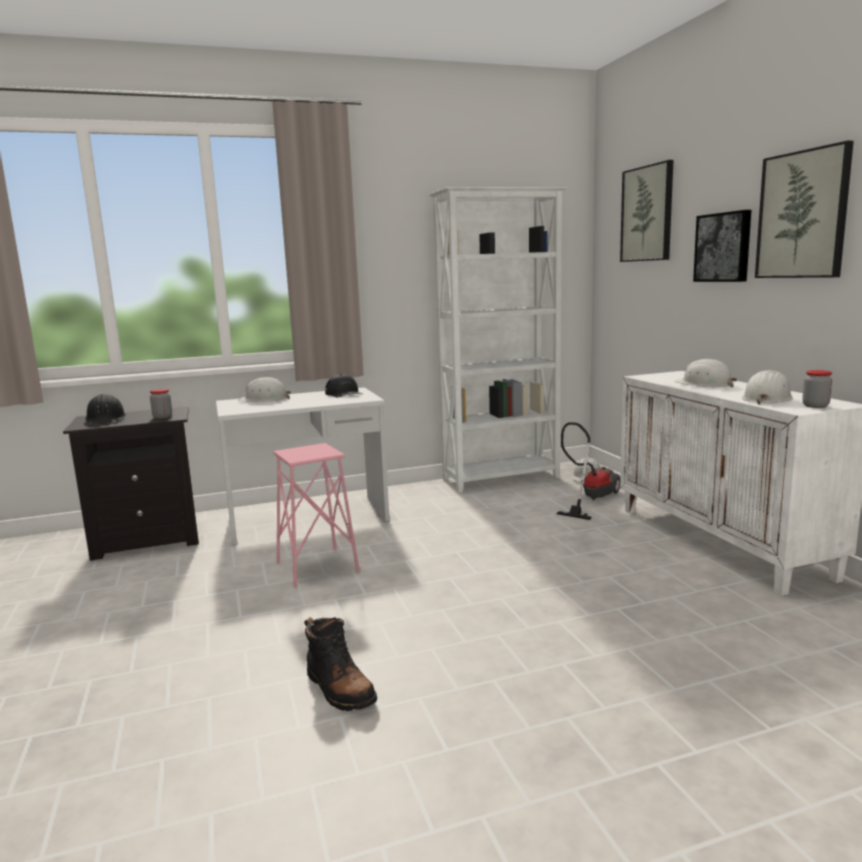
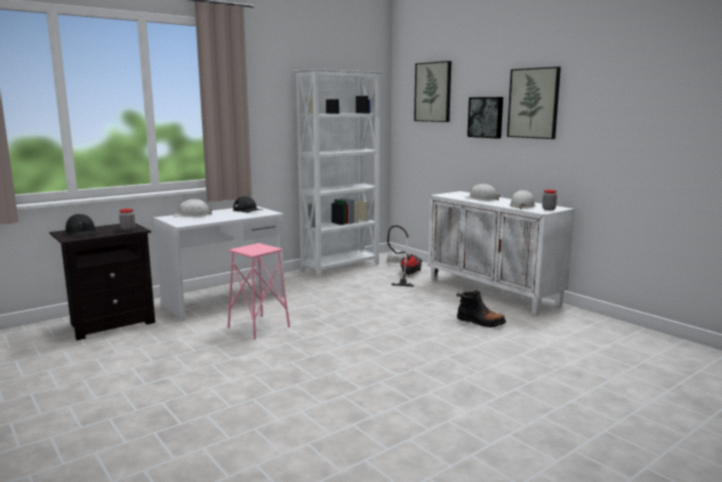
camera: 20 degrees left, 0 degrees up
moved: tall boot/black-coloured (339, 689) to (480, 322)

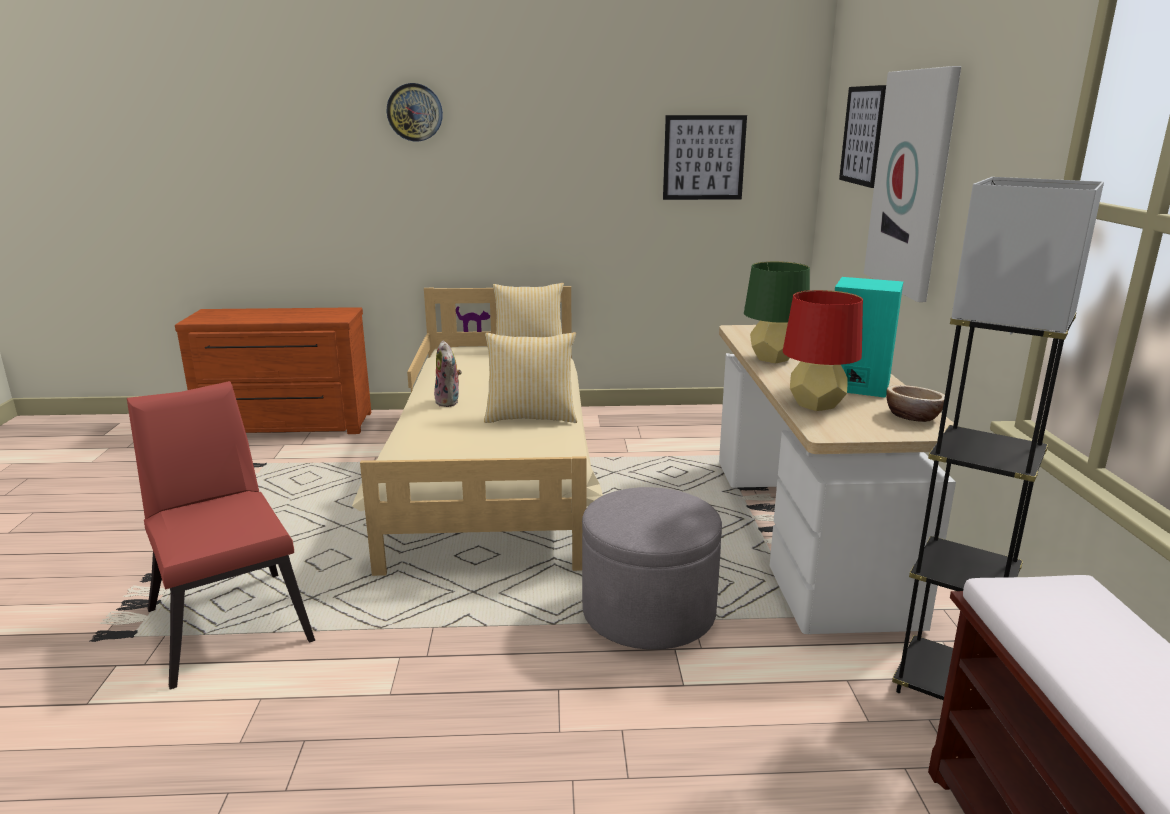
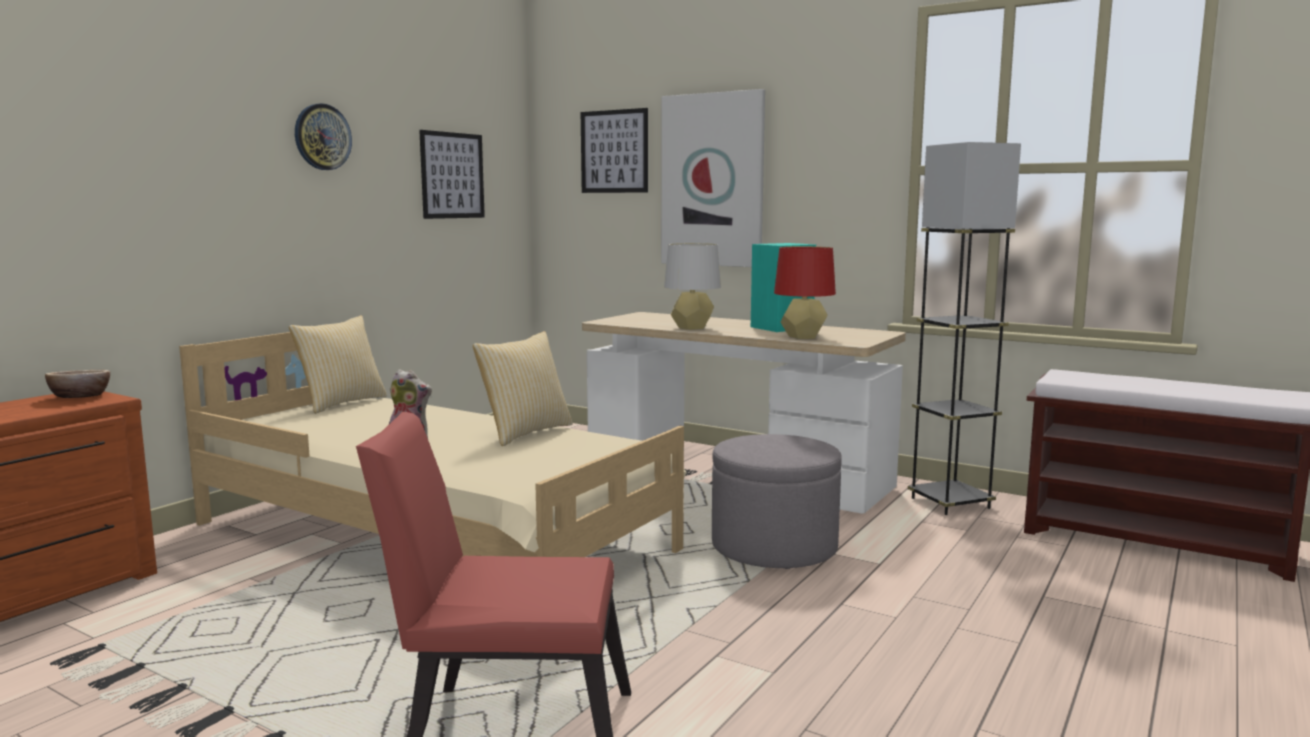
camera: 55 degrees left, 10 degrees down
moved: wall clock (415, 112) to (322, 137); serving bowl (913, 417) to (80, 396)
recoloured: tabletop lamp/green-coloured (772, 359) to tabletop lamp/greyish (692, 328)

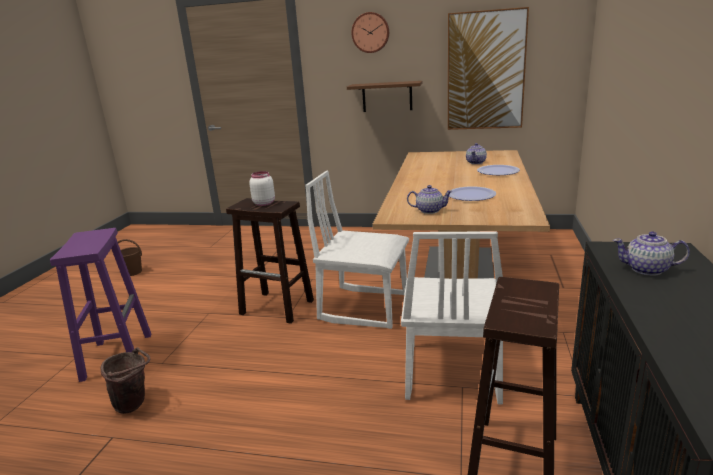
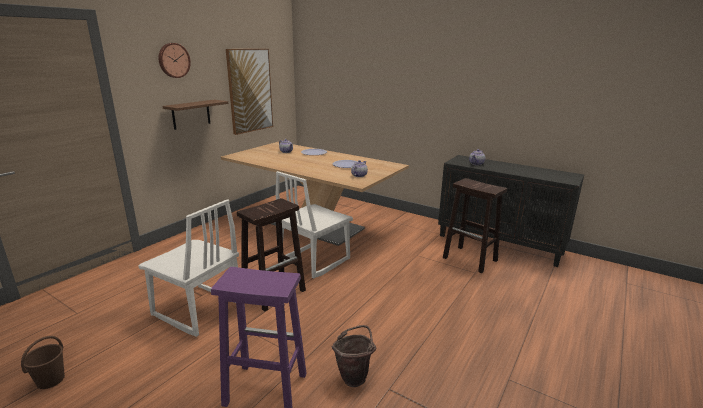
camera: 70 degrees left, 0 degrees up
removed: jar/white-coloured (264, 203)
moved: chair/white-coloured (450, 373) to (198, 310)

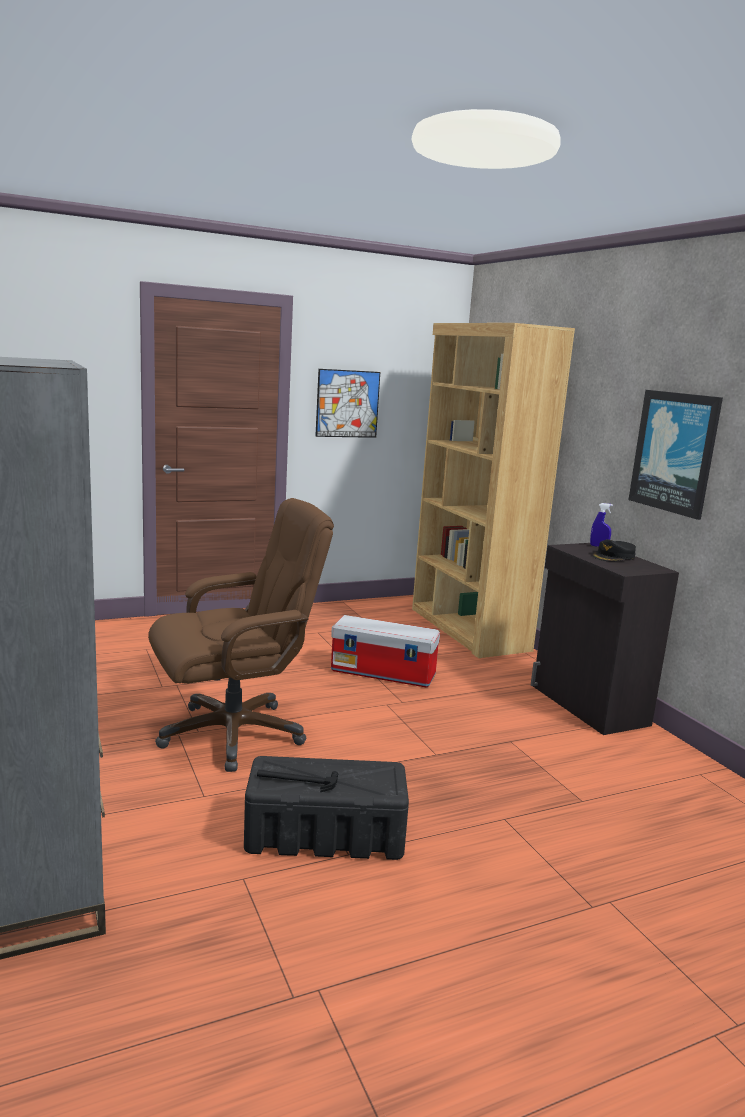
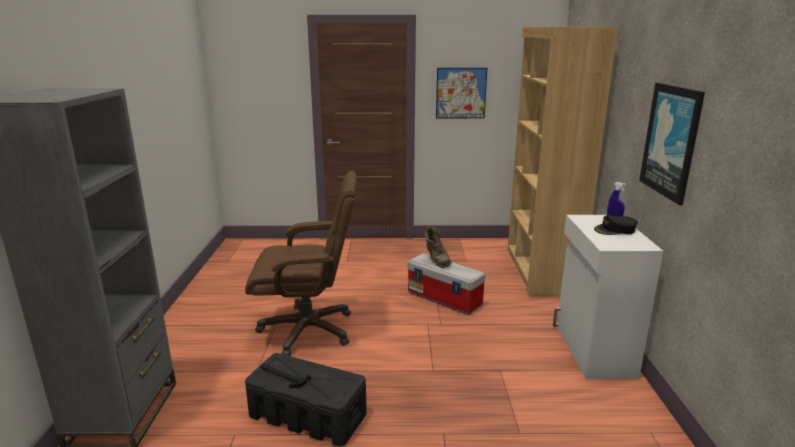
camera: 25 degrees right, 5 degrees up
added: tall boot/brownish (436, 261)
recoloured: cabinet/black-coloured (588, 706) to cabinet/white-coloured (593, 350)

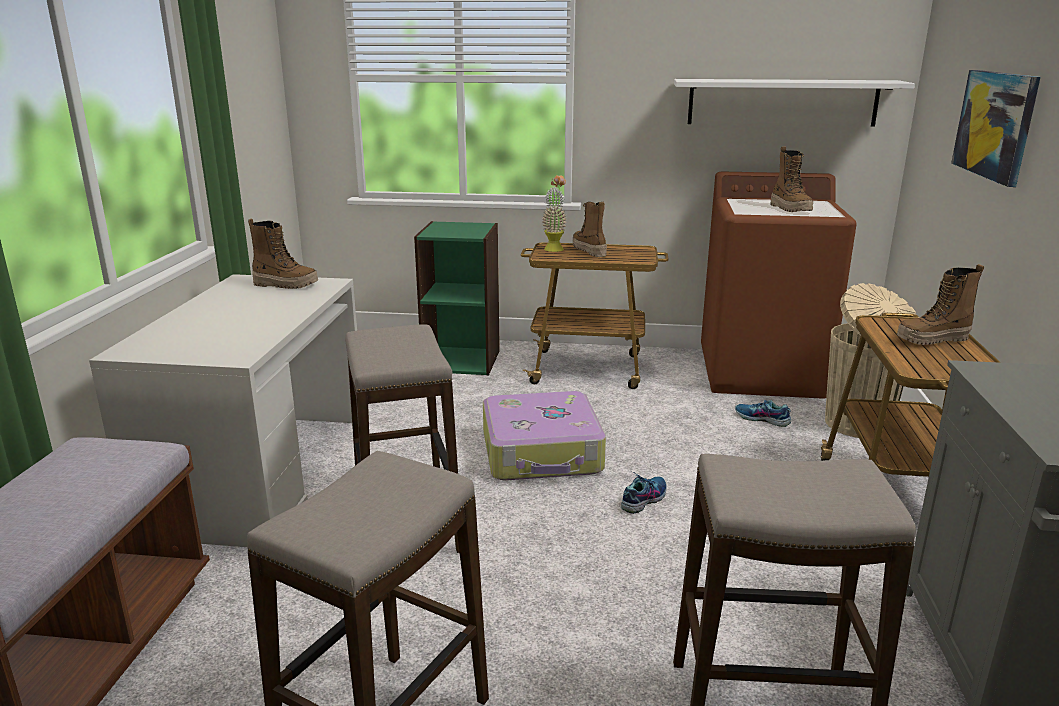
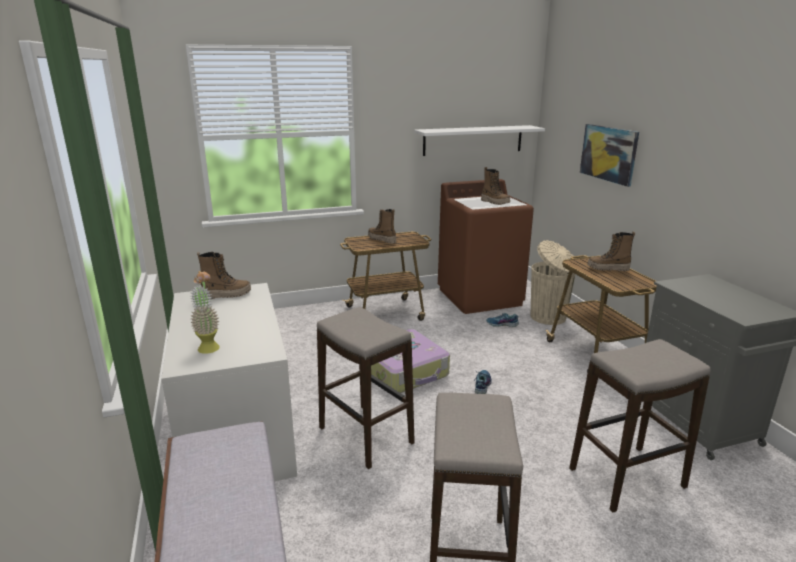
camera: 25 degrees left, 0 degrees up
removed: bookcase/green-coloured (462, 360)
moved: houseplant (554, 248) to (209, 346)
turned: tall boot (932, 340) = (608, 269) 45 degrees clockwise

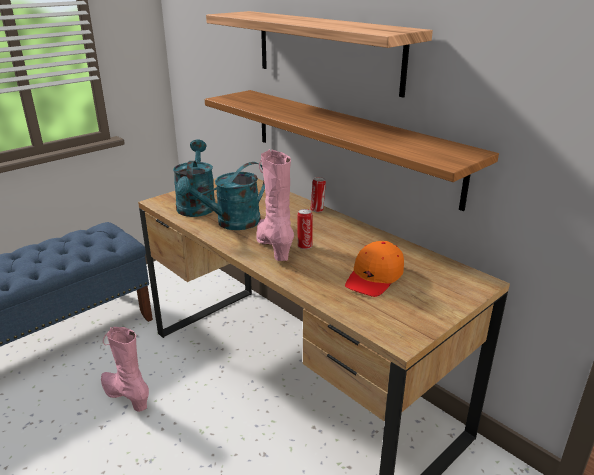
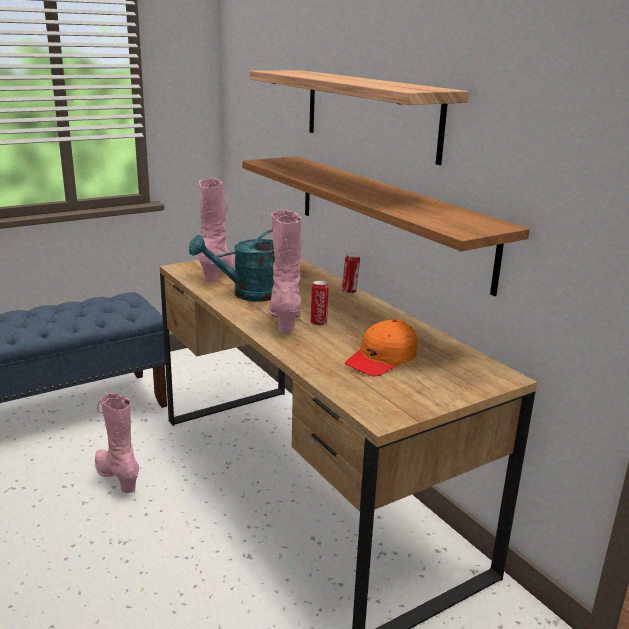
camera: 10 degrees right, 5 degrees down
replaced: watering can/blue-green (196, 204) to tall boot/pink-coloured (219, 273)

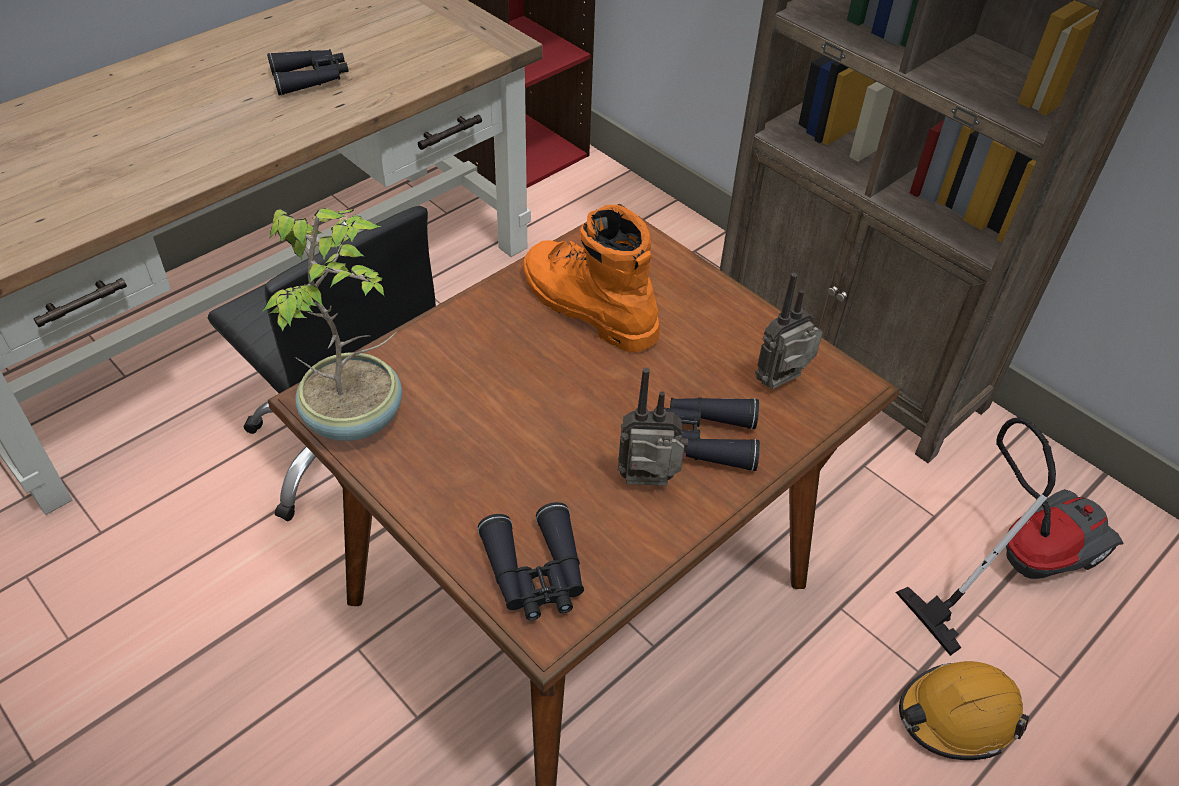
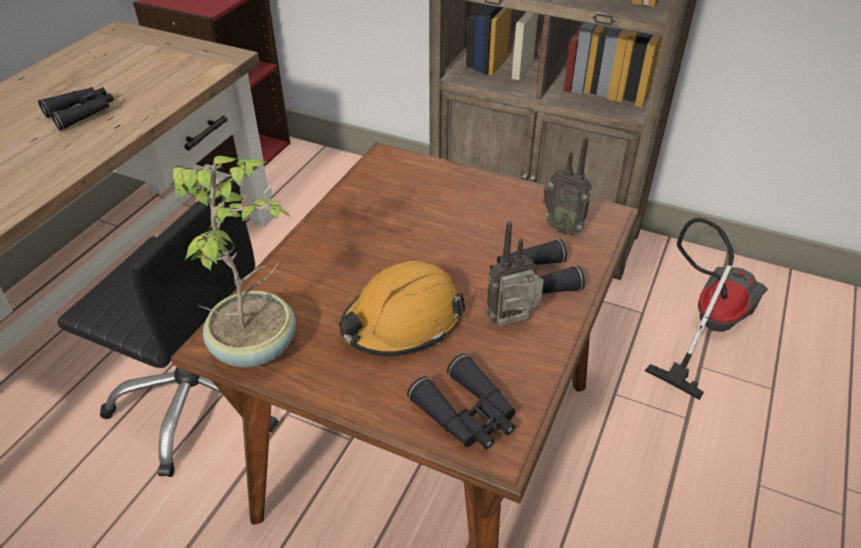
camera: 20 degrees left, 5 degrees down
removed: tall boot/orangey (586, 307)
moved: hard hat/orangey (957, 716) to (402, 322)
turned: radio set (783, 384) = (563, 227) 90 degrees counterclockwise

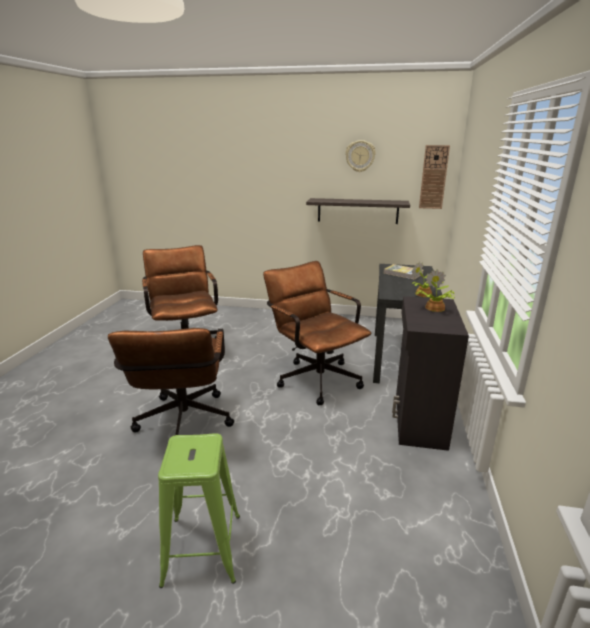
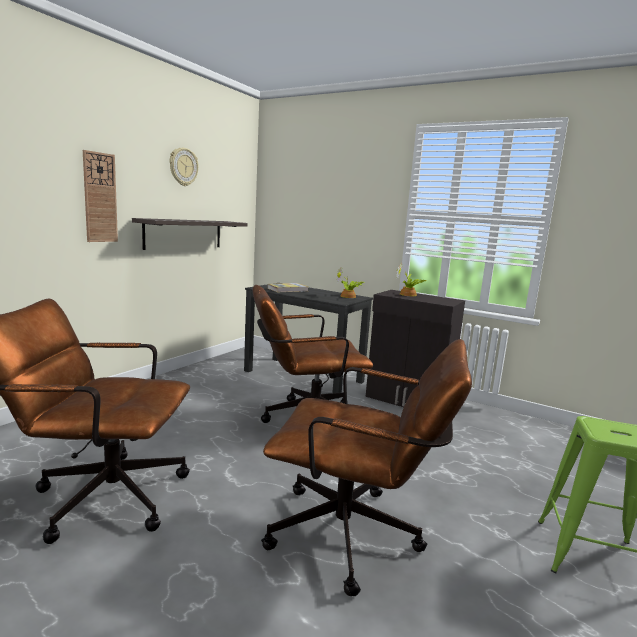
camera: 70 degrees left, 10 degrees down
moved: wall clock (433, 177) to (100, 198)

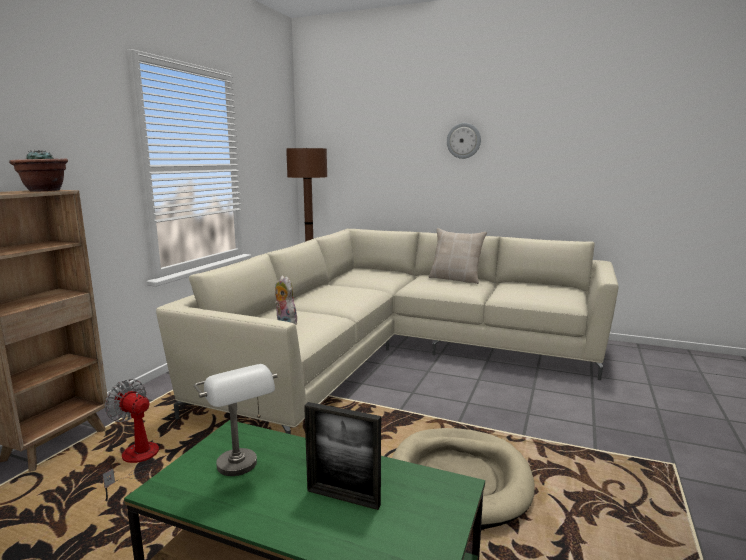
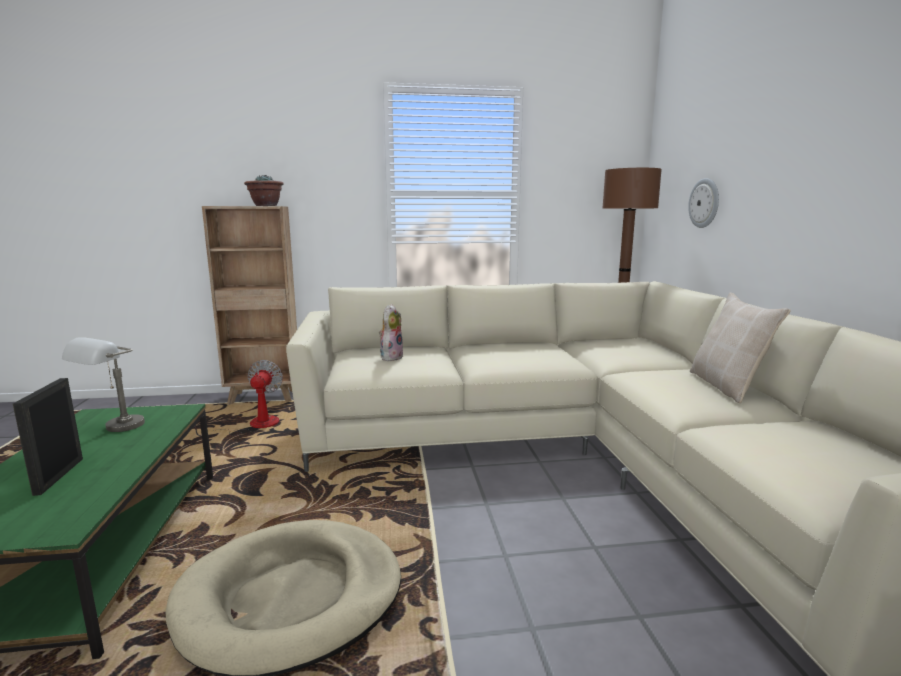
camera: 60 degrees right, 0 degrees up
moved: wall clock (463, 140) to (704, 203)

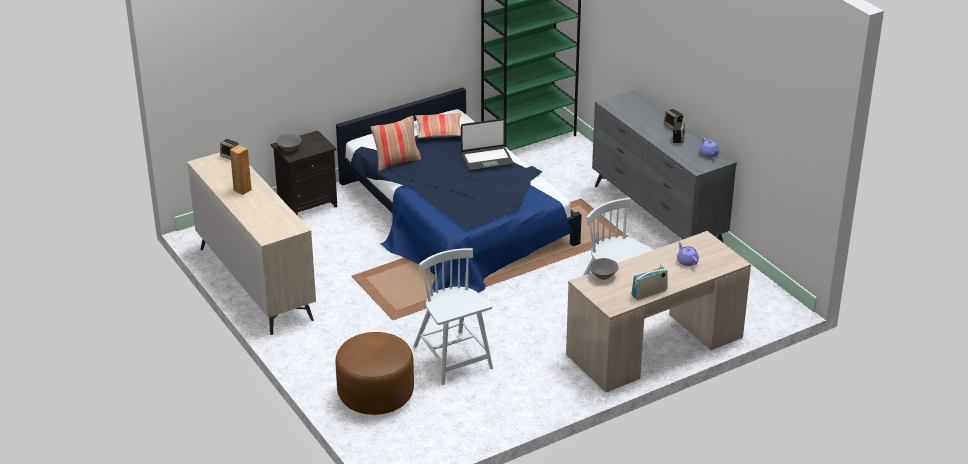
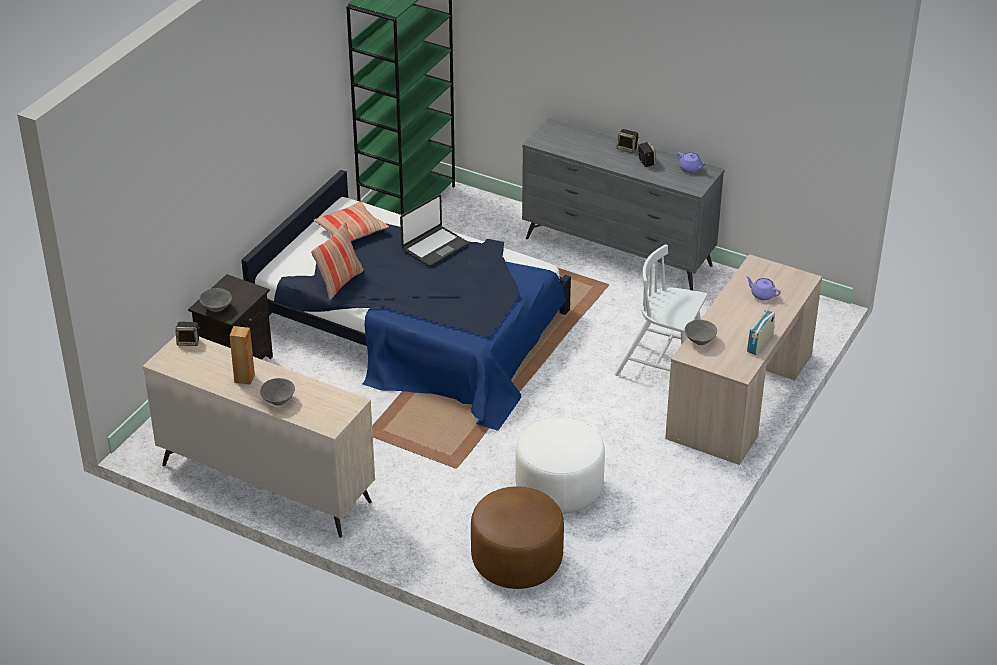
camera: 30 degrees left, 5 degrees up
added: serving bowl/greyish (278, 401)
replaced: chair/white-coloured (453, 358) to pouffe/white-coloured (559, 488)

